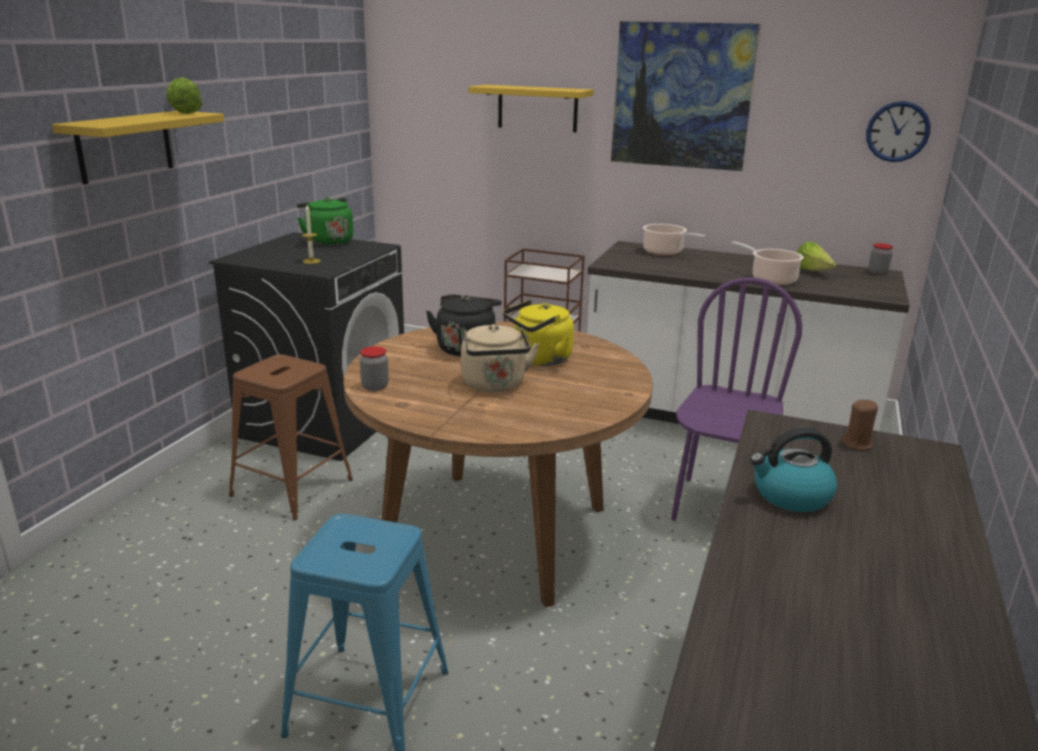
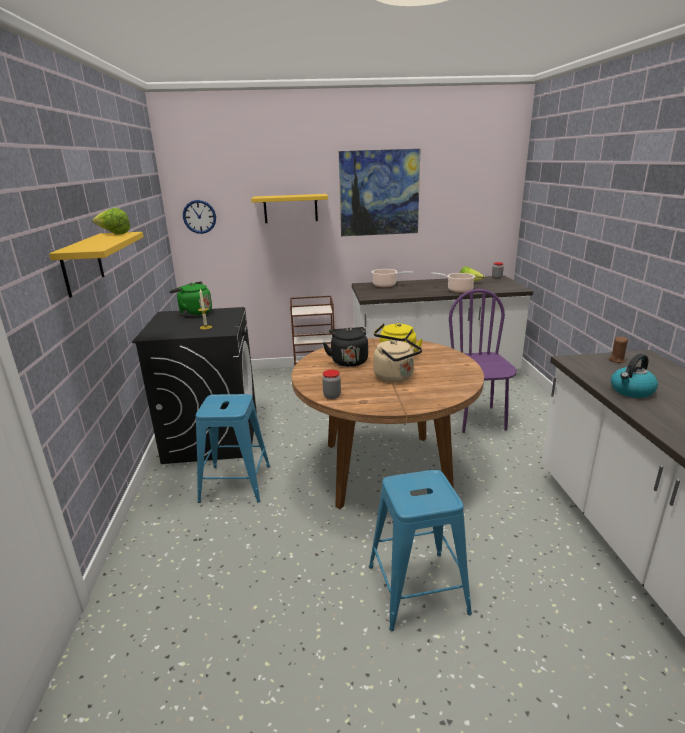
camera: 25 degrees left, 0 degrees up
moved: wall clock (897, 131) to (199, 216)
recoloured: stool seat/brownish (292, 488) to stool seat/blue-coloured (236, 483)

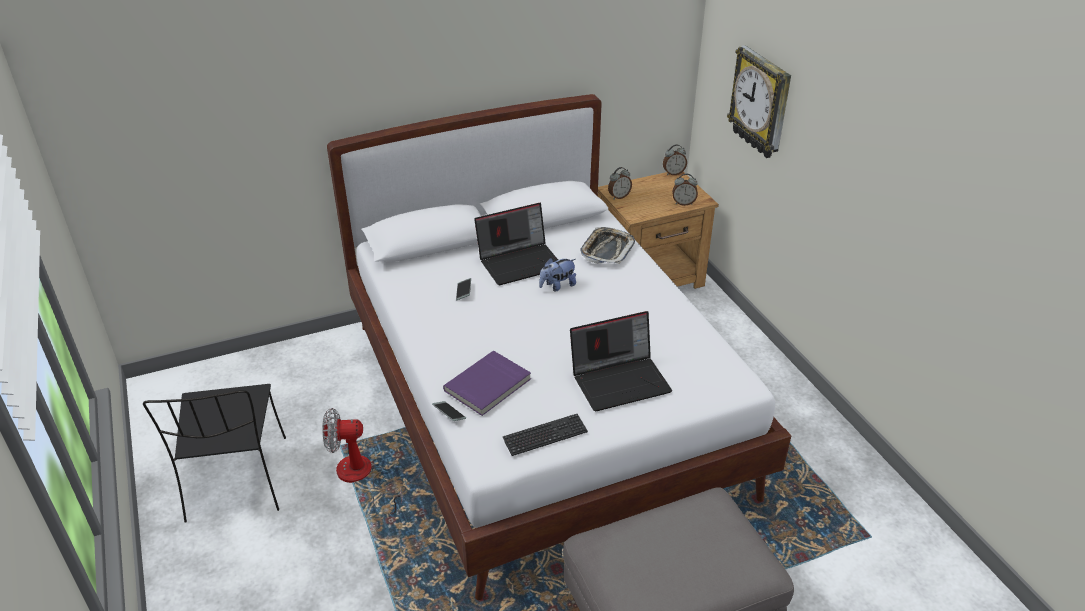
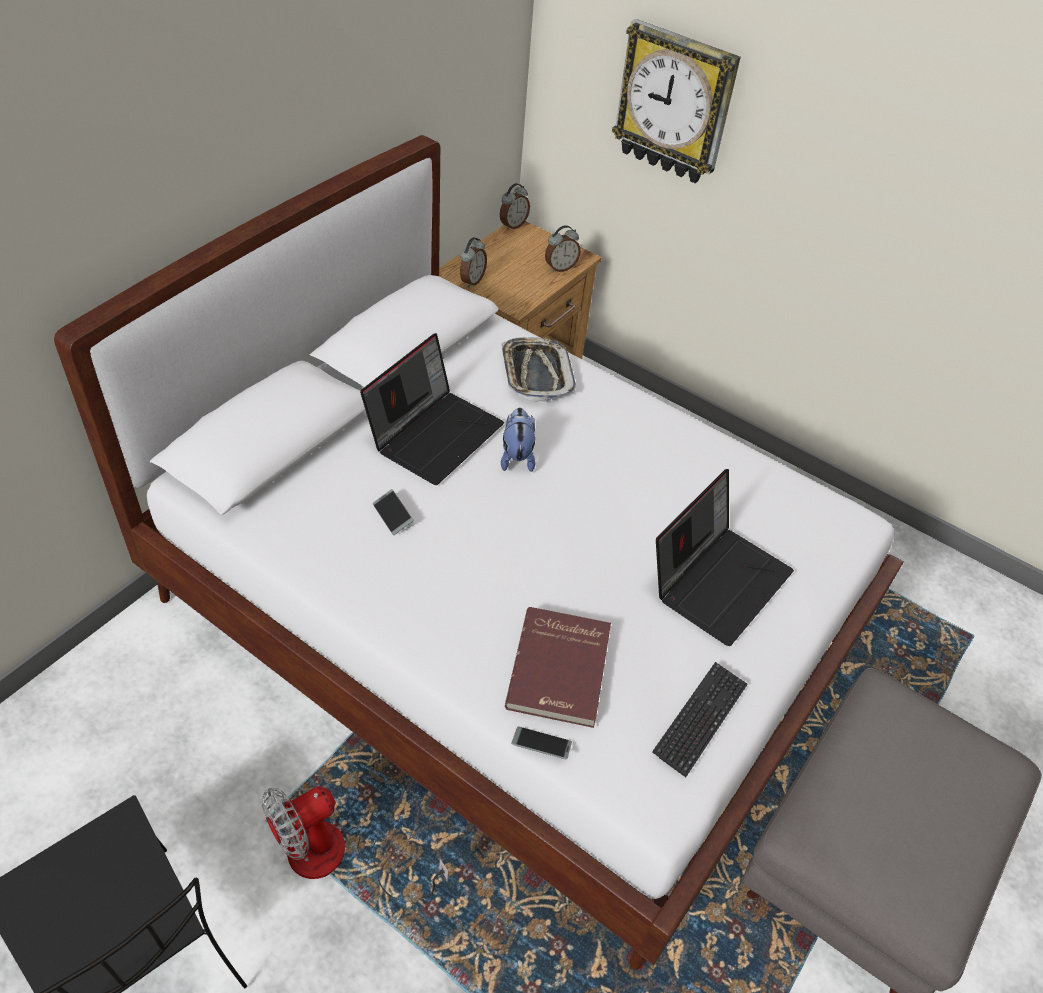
camera: 35 degrees left, 10 degrees up
recoloured: book/purplish (488, 385) to book/red (561, 669)
turned: soft toy (557, 286) = (517, 456) 150 degrees clockwise

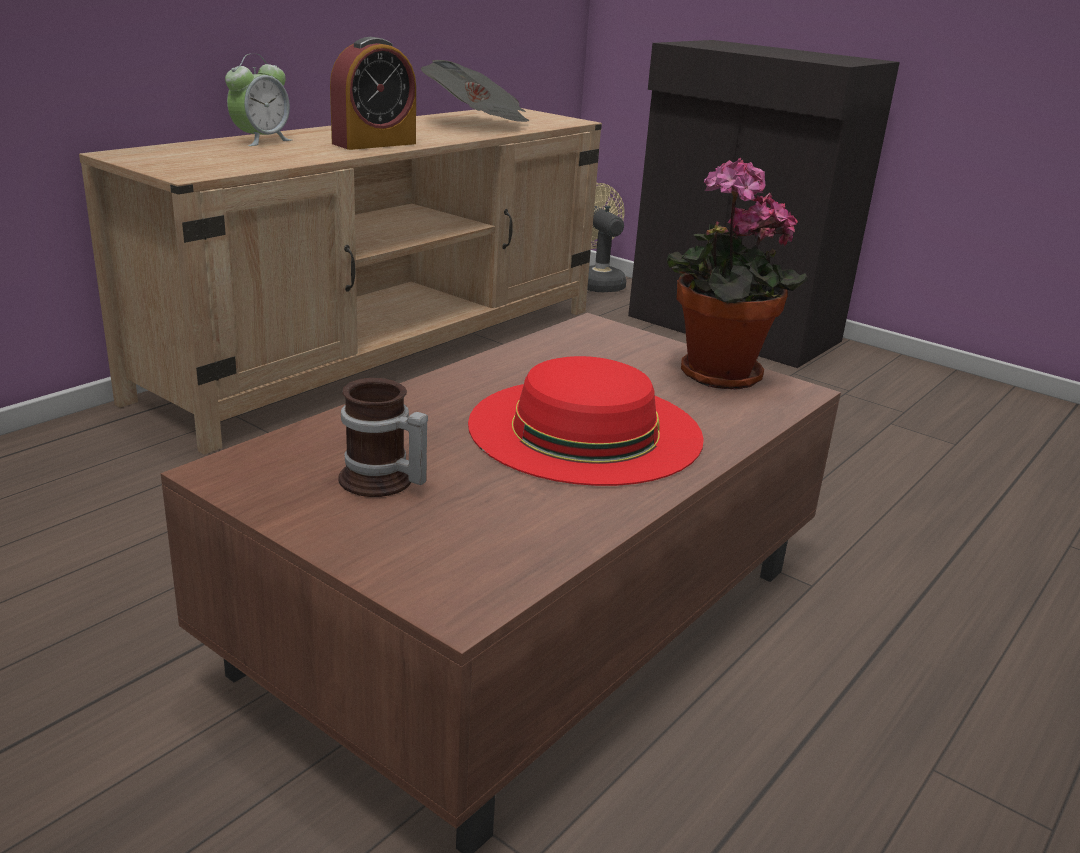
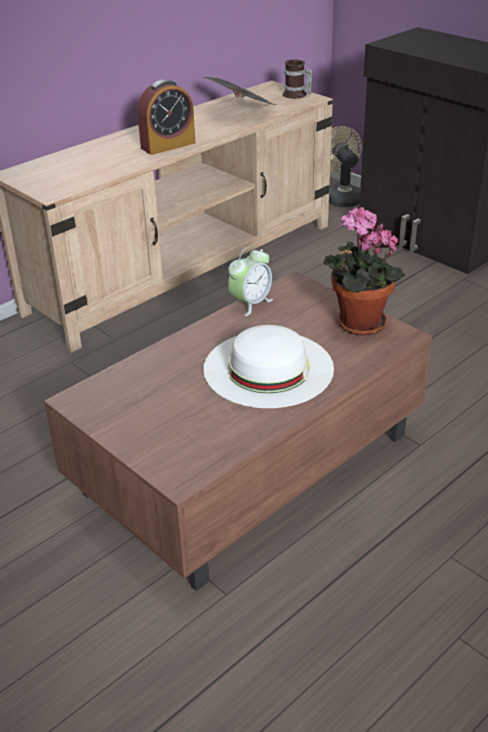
camera: 10 degrees right, 10 degrees up
moved: bedside clock (261, 140) to (250, 303); coffee mug (380, 482) to (296, 95)
recoloured: clothing hat/red (585, 429) to clothing hat/white-coloured (268, 368)

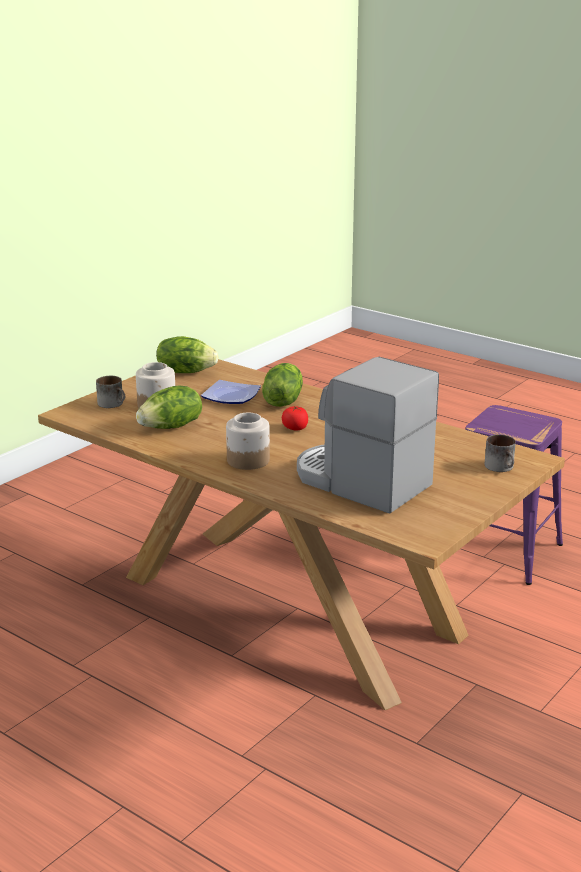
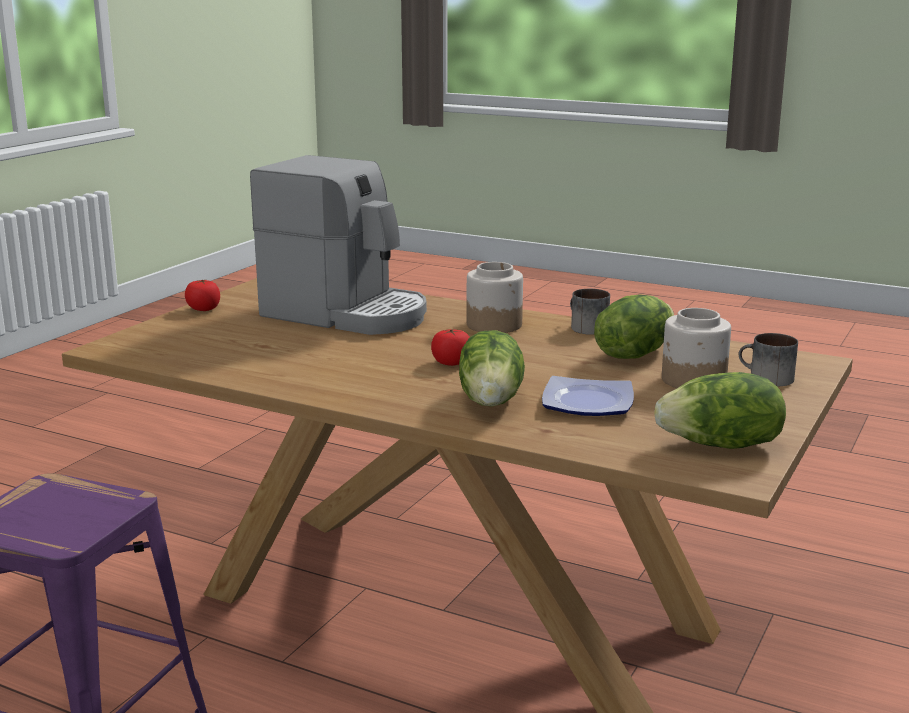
camera: 170 degrees right, 5 degrees down
added: tomato (203, 309)
moved: coffee mug (502, 467) to (585, 327)

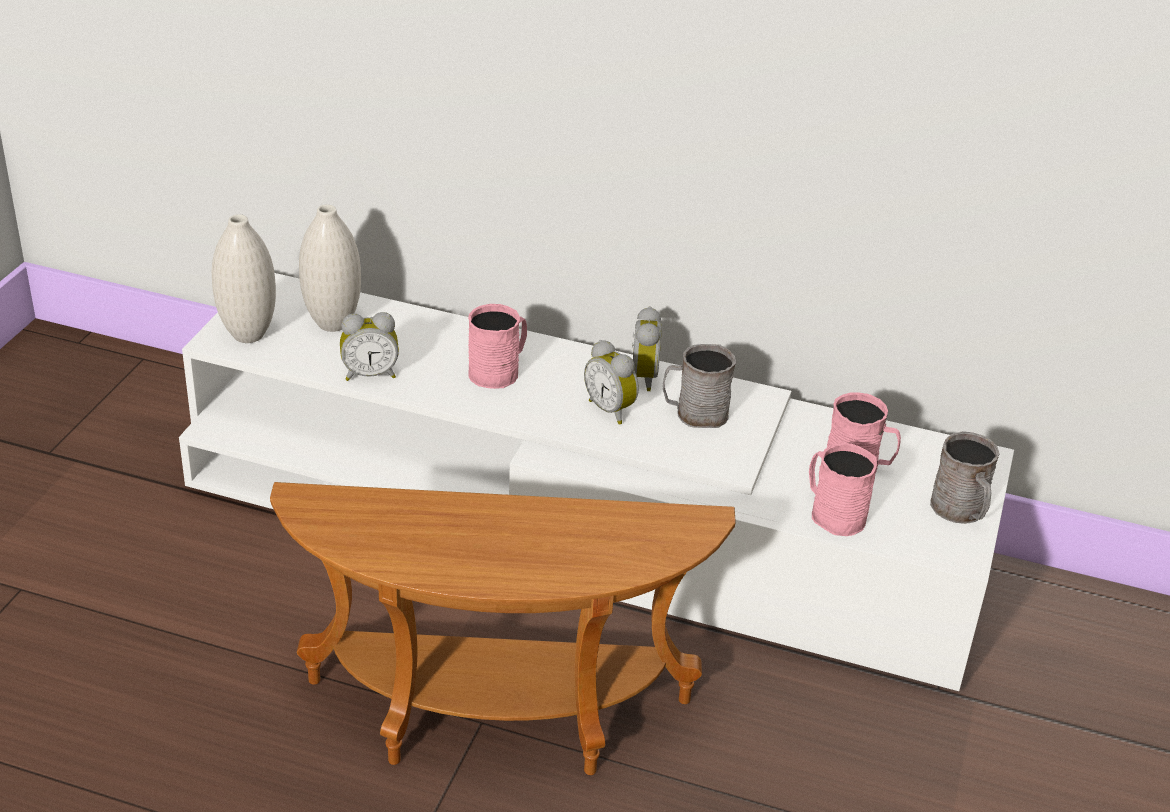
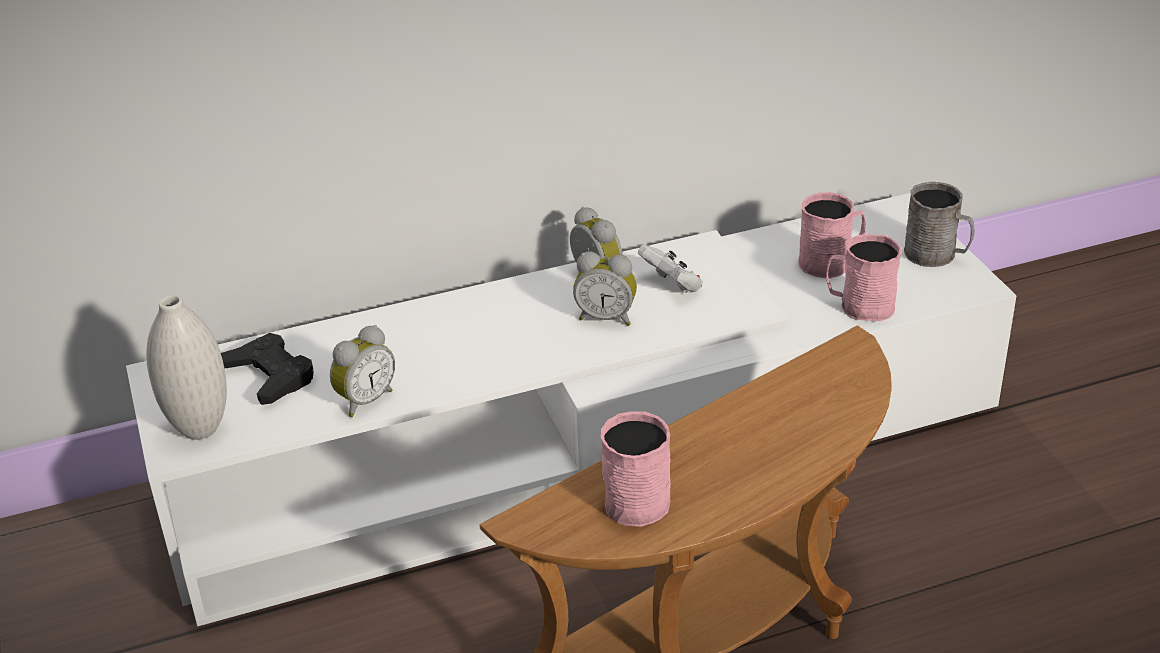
camera: 35 degrees left, 0 degrees up
moved: coffee mug/pink-coloured (499, 371) to (637, 495)
replaced: decorative vase/white-coloured (332, 324) to gamepad/black-coloured (269, 376); coffee mug/greyish (694, 413) to gamepad/white-coloured (672, 285)

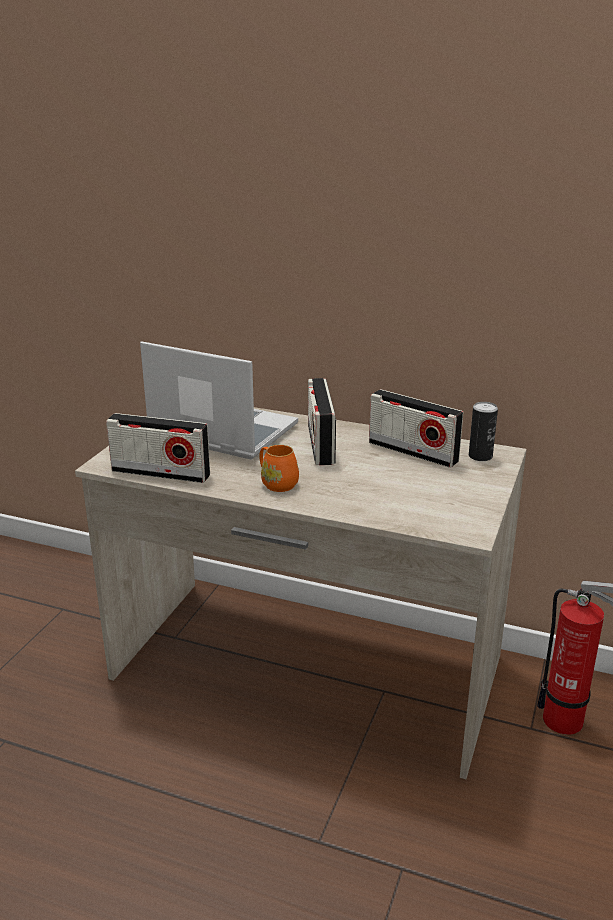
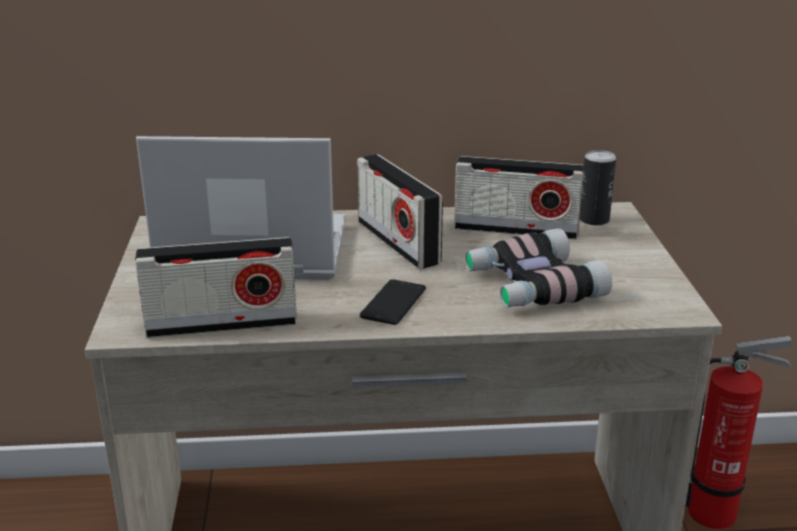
camera: 25 degrees left, 0 degrees up
added: binoculars (531, 285)
replaced: coffee mug/orangey (276, 483) to telephone (393, 303)

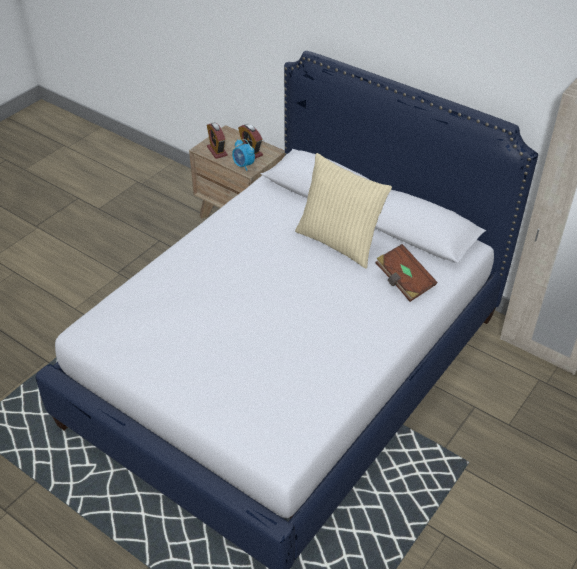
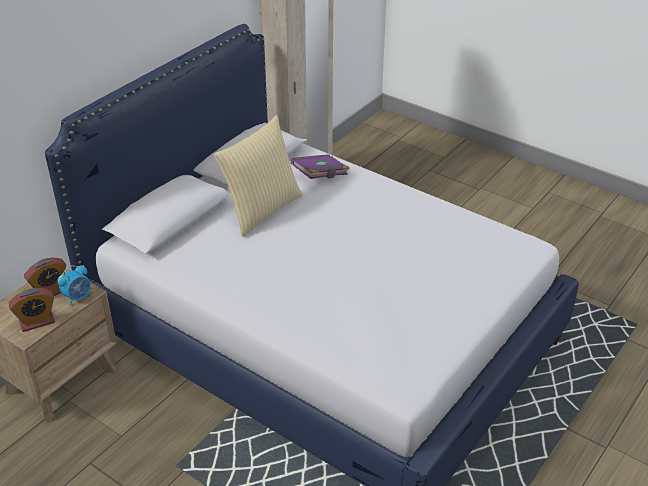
camera: 90 degrees left, 5 degrees down
recoloured: book/brownish (404, 281) to book/purplish (320, 176)

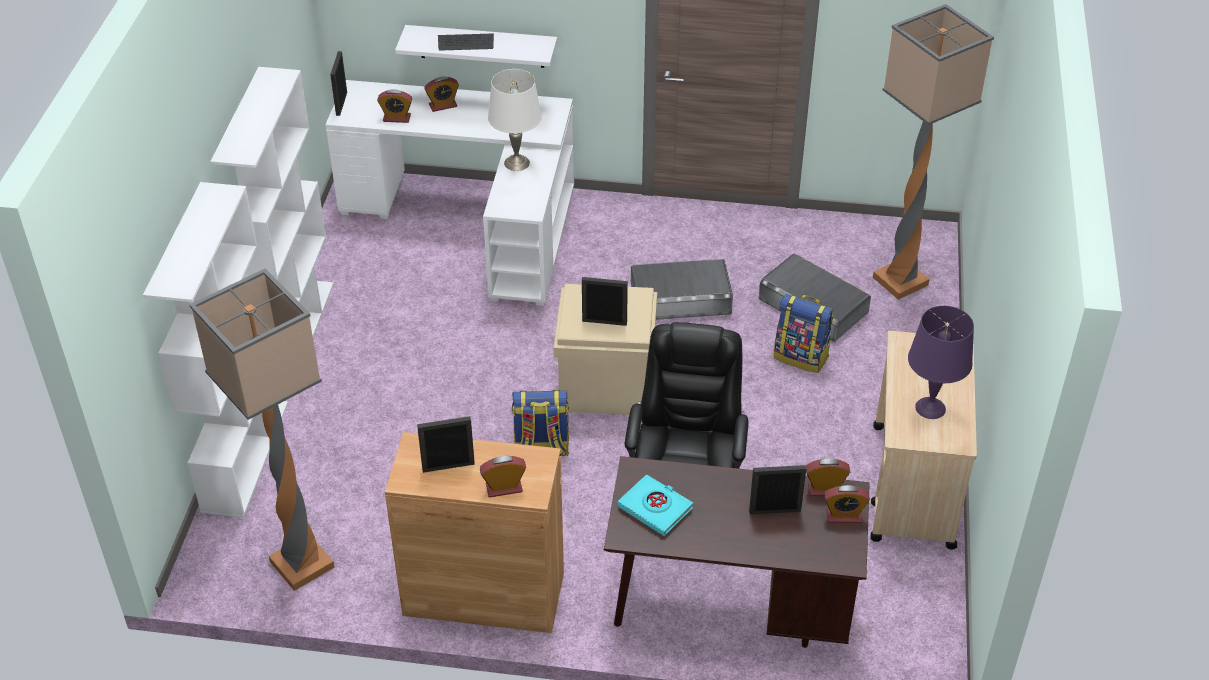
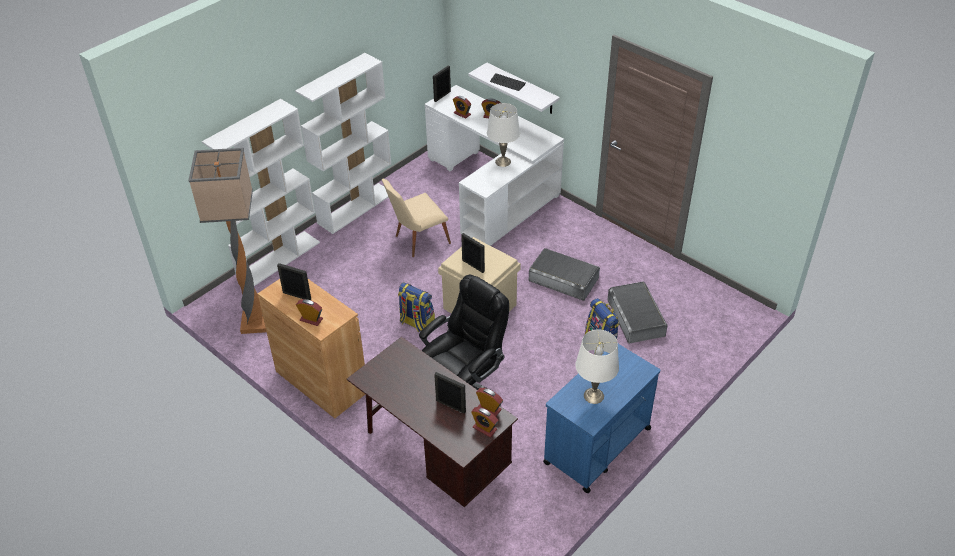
camera: 35 degrees right, 0 degrees up
removed: book/blue-green (655, 508); floor lamp (902, 281)
added: chair/beige-coloured (417, 240)
recoloured: wheeled cart/beige-coloured (912, 486) to wheeled cart/blue-coloured (596, 446); tabletop lamp/purplish (930, 407) to tabletop lamp/white-coloured (593, 395)

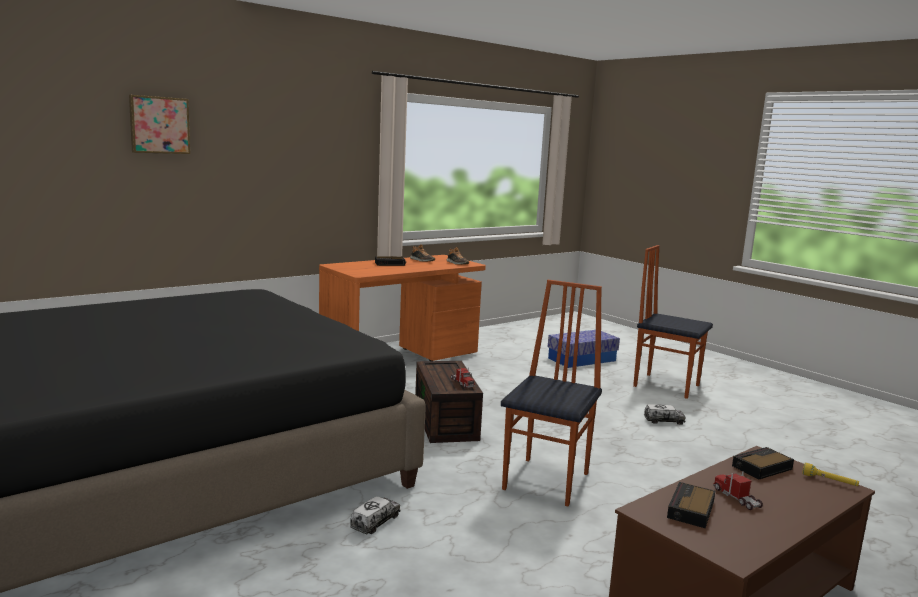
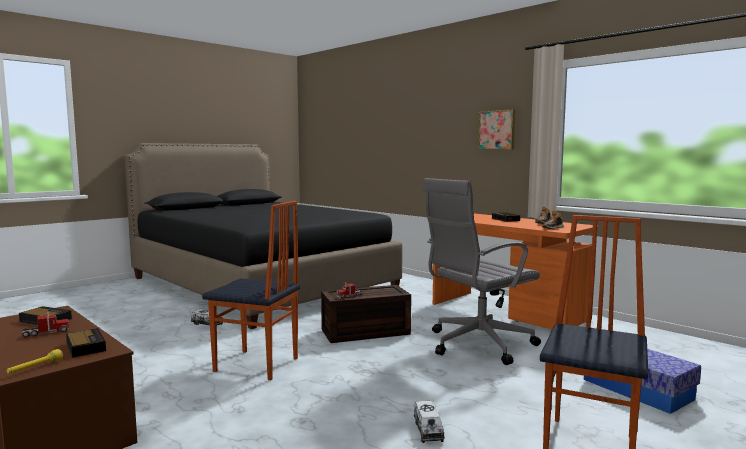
camera: 85 degrees right, 5 degrees down
added: office chair/greyish (477, 344)
moved: wall picture (159, 125) to (497, 130)

